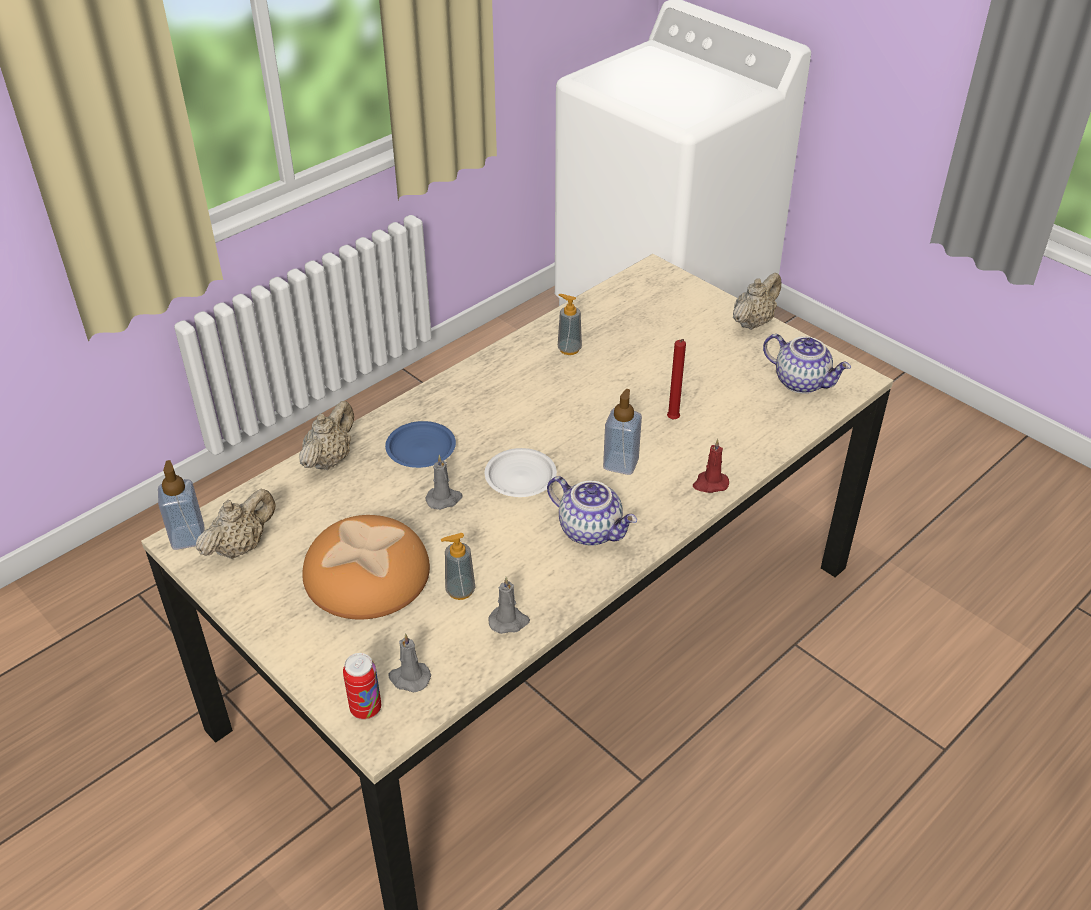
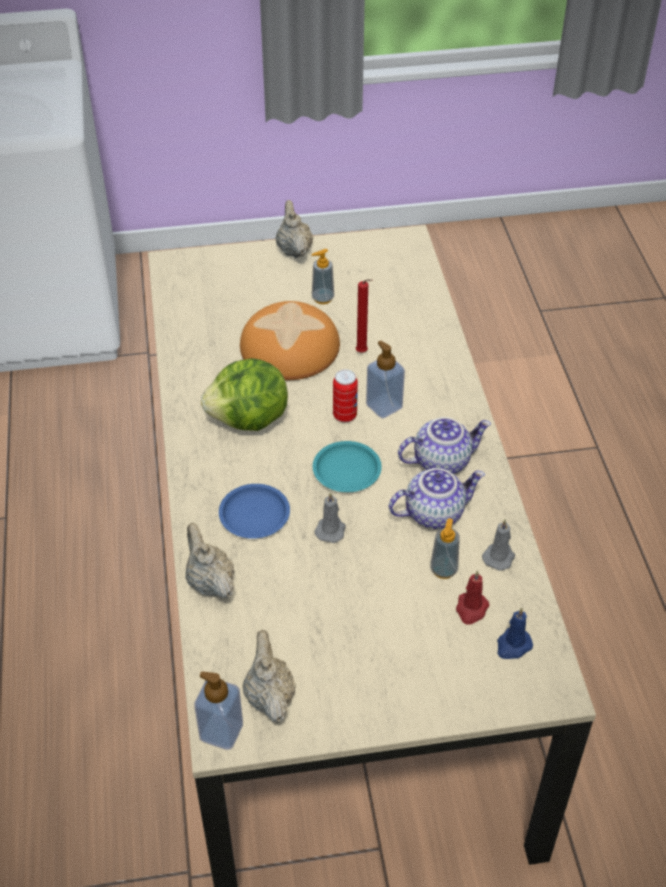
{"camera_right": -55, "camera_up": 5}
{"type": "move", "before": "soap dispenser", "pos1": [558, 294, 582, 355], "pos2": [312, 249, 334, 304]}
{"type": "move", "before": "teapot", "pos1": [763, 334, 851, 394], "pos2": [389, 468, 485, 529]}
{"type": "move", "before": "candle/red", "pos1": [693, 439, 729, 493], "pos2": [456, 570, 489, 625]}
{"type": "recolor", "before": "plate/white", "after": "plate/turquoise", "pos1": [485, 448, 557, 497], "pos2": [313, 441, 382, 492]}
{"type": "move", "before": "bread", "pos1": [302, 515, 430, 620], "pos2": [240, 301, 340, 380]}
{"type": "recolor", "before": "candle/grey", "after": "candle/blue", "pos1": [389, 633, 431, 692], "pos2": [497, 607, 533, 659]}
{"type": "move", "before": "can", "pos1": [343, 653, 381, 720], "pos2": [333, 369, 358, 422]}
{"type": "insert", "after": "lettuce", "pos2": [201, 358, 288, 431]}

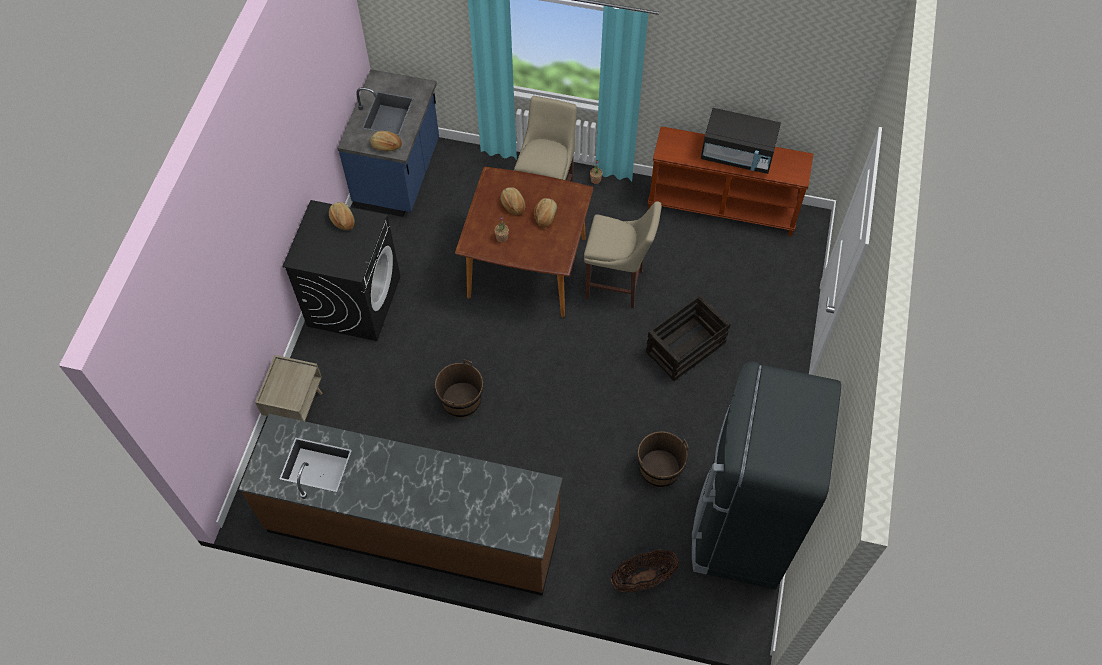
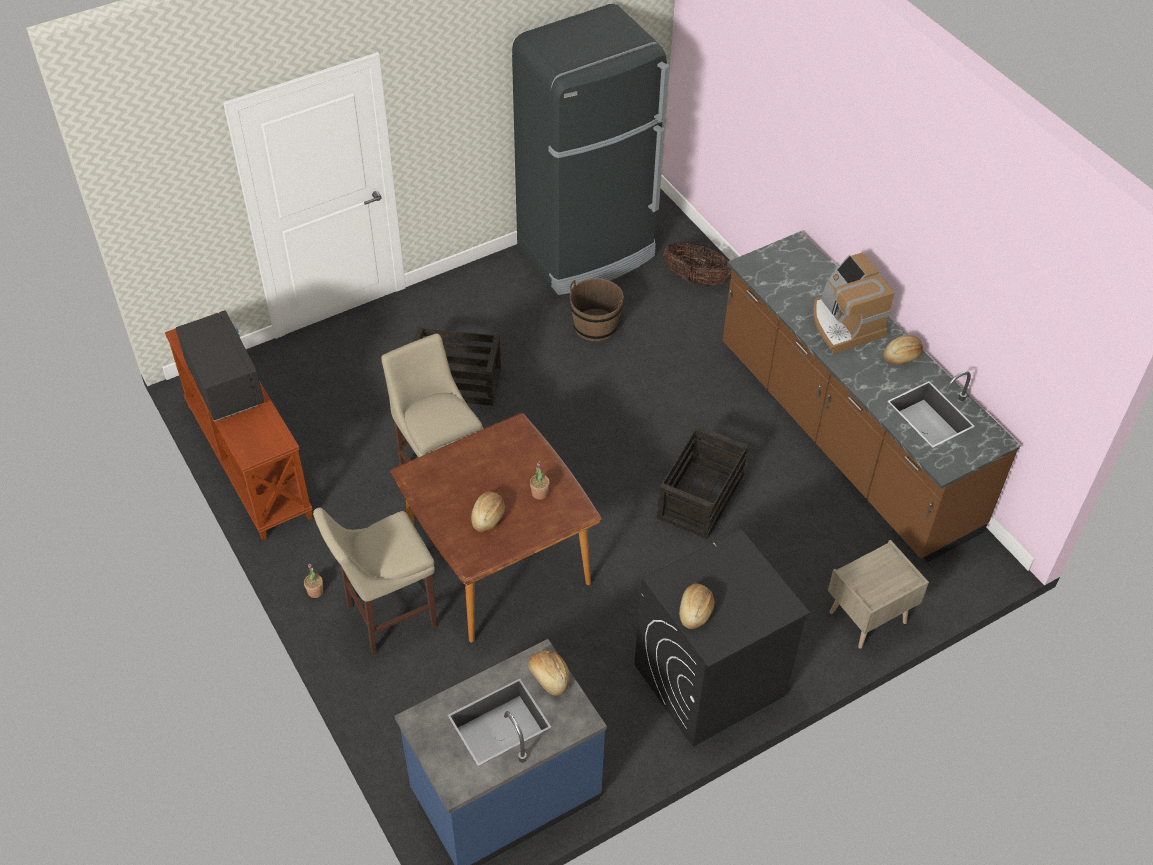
{"camera_right": -135, "camera_up": -10}
{"type": "move", "before": "bread", "pos1": [534, 198, 557, 228], "pos2": [883, 335, 923, 365]}
{"type": "replace", "before": "bucket/brown", "after": "crate", "pos1": [435, 360, 483, 418], "pos2": [657, 426, 748, 540]}
{"type": "insert", "after": "coffee machine", "pos2": [813, 252, 894, 354]}

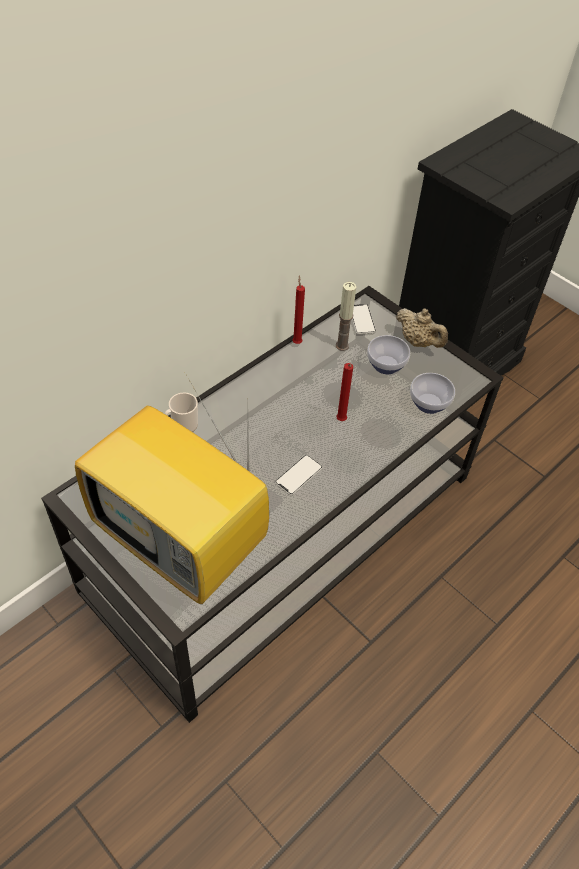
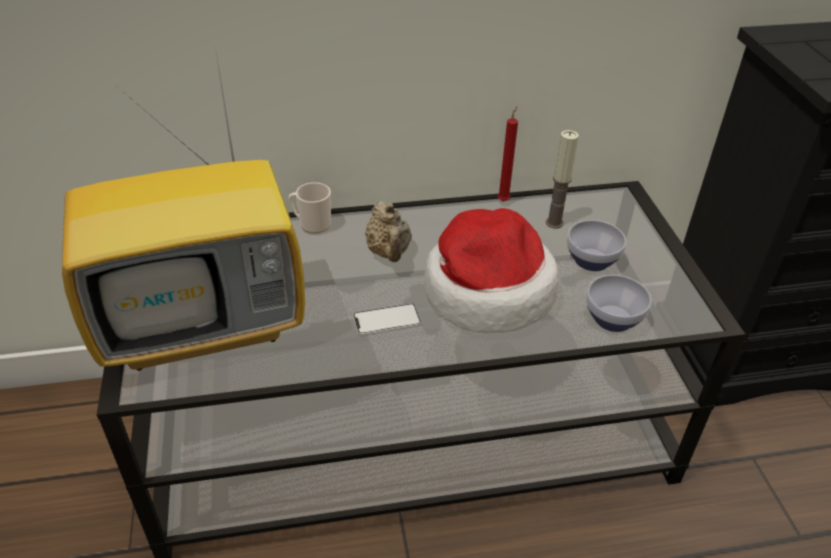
{"camera_right": 35, "camera_up": -10}
{"type": "delete", "before": "phone", "pos1": [352, 304, 376, 334]}
{"type": "move", "before": "teapot/beige", "pos1": [396, 308, 448, 348], "pos2": [365, 201, 412, 262]}
{"type": "replace", "before": "candle/red", "after": "hat", "pos1": [336, 363, 353, 421], "pos2": [424, 208, 559, 333]}
{"type": "rotate", "before": "television", "pos1": [75, 373, 269, 604], "pos2": [62, 47, 305, 371], "turn": -90}

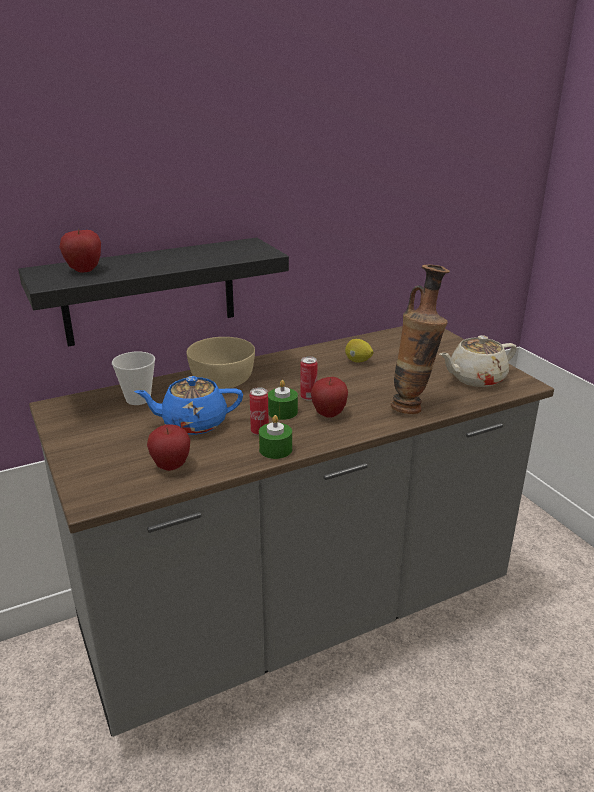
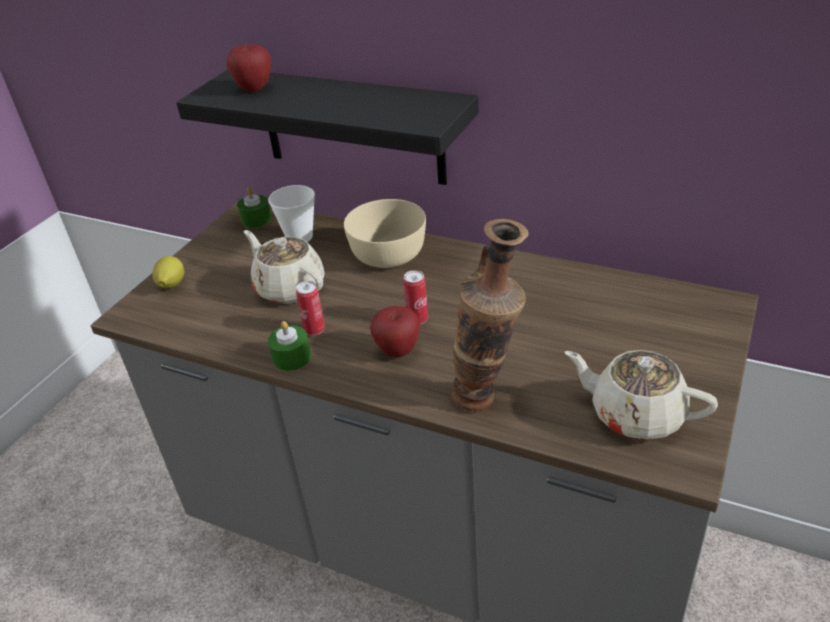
{"camera_right": 55, "camera_up": 10}
{"type": "move", "before": "lemon", "pos1": [345, 339, 373, 363], "pos2": [152, 256, 184, 289]}
{"type": "recolor", "before": "teapot/blue", "after": "teapot/beige", "pos1": [134, 376, 243, 435], "pos2": [244, 230, 325, 304]}
{"type": "move", "before": "candle/green", "pos1": [268, 380, 298, 420], "pos2": [237, 188, 271, 228]}
{"type": "delete", "before": "apple", "pos1": [147, 425, 190, 471]}

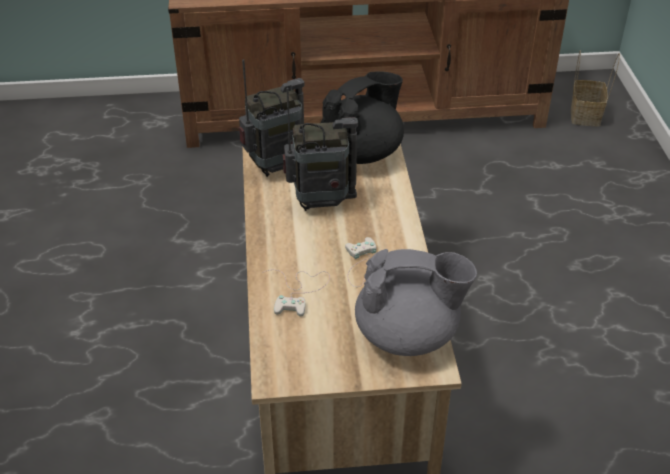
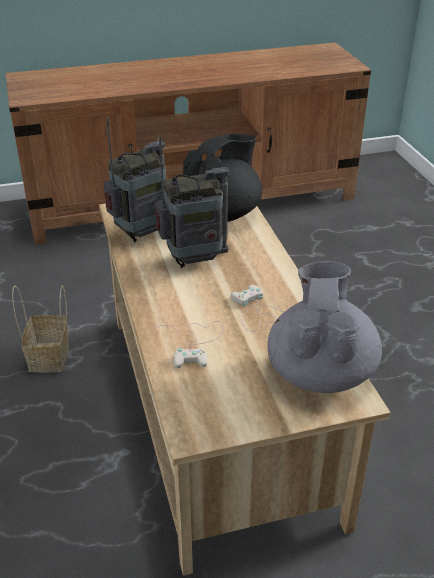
{"camera_right": -10, "camera_up": -5}
{"type": "move", "before": "basket", "pos1": [571, 50, 620, 127], "pos2": [12, 285, 69, 373]}
{"type": "rotate", "before": "teapot/grey", "pos1": [355, 249, 477, 356], "pos2": [267, 261, 382, 393], "turn": -75}

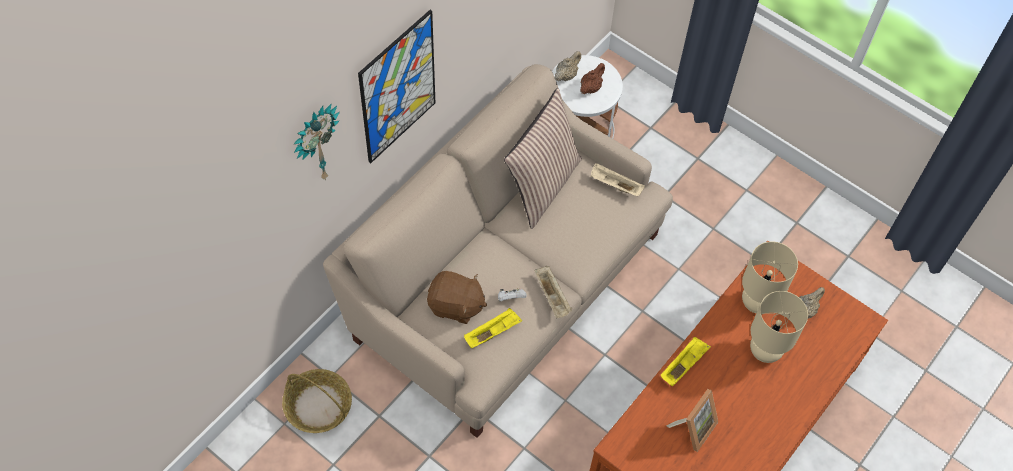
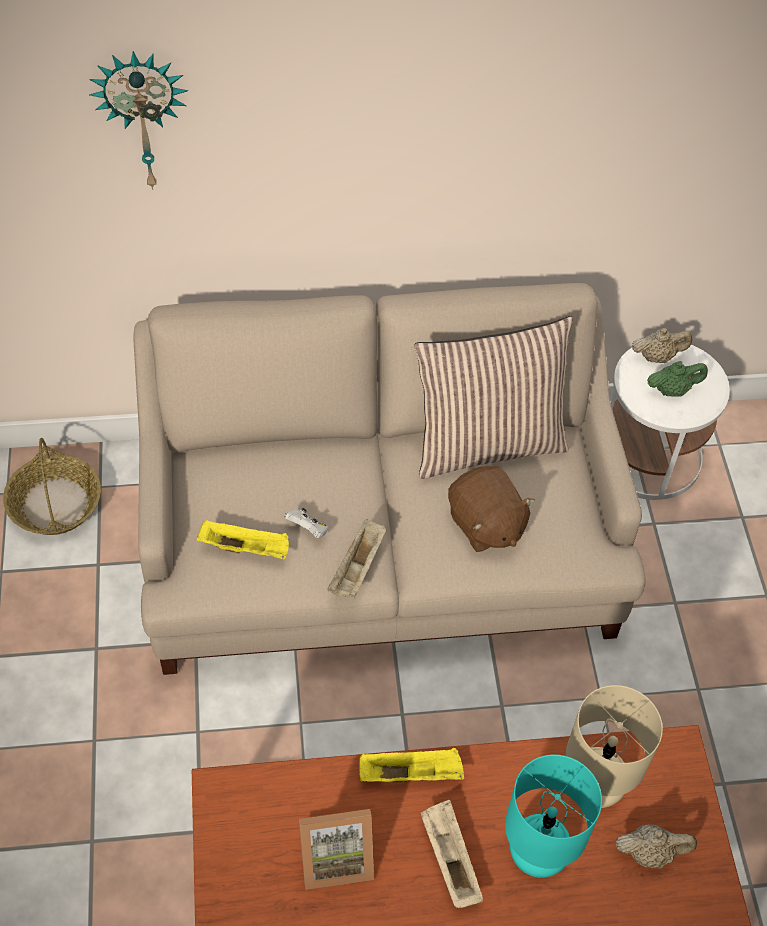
{"camera_right": 45, "camera_up": -5}
{"type": "delete", "before": "picture", "pos1": [358, 10, 435, 164]}
{"type": "recolor", "before": "teapot/brown", "after": "teapot/green", "pos1": [580, 63, 605, 94], "pos2": [647, 361, 708, 397]}
{"type": "move", "before": "tray/beige", "pos1": [590, 163, 645, 196], "pos2": [421, 800, 483, 908]}
{"type": "move", "before": "plush toy/brown", "pos1": [427, 271, 487, 324], "pos2": [448, 466, 535, 552]}
{"type": "recolor", "before": "table lamp/beige", "after": "table lamp/turquoise", "pos1": [750, 291, 808, 363], "pos2": [505, 755, 602, 878]}

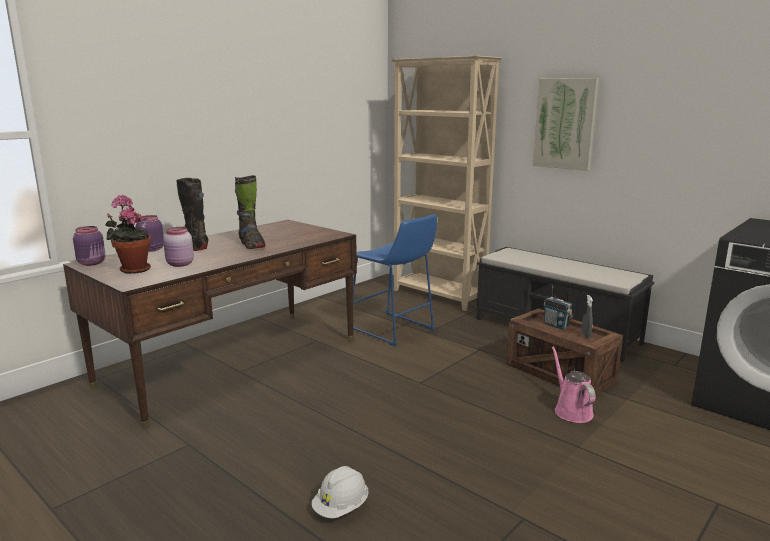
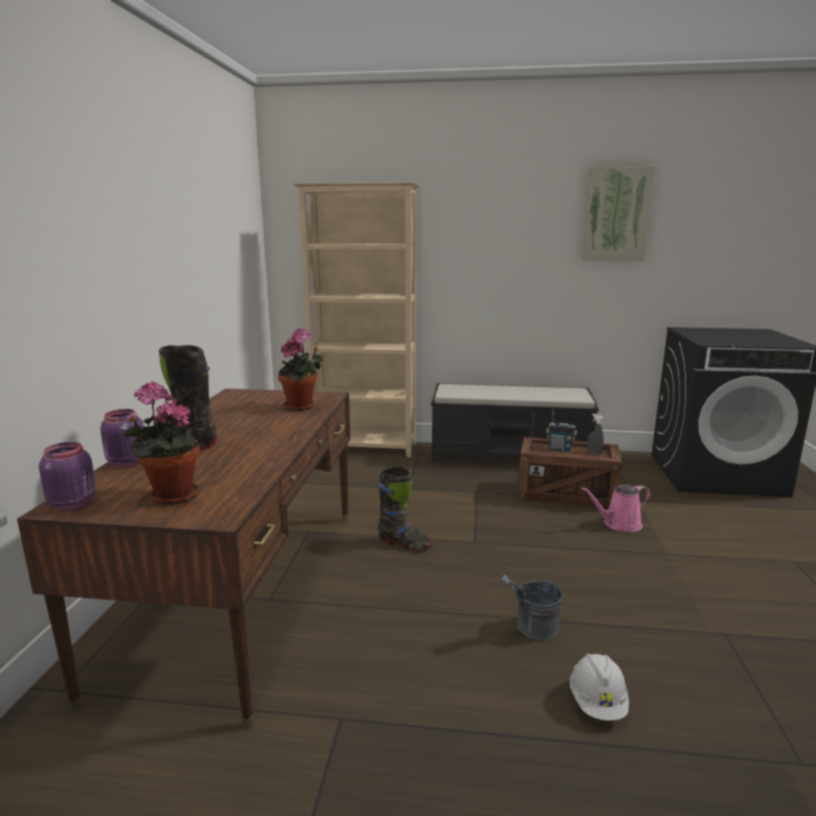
{"camera_right": -35, "camera_up": 0}
{"type": "move", "before": "picture", "pos1": [533, 78, 599, 171], "pos2": [581, 166, 655, 261]}
{"type": "move", "before": "boot/black", "pos1": [235, 175, 265, 249], "pos2": [378, 466, 433, 551]}
{"type": "delete", "before": "stool/blue", "pos1": [353, 214, 437, 346]}
{"type": "delete", "before": "jar/pink", "pos1": [163, 227, 194, 267]}
{"type": "rotate", "before": "watering can/pink", "pos1": [552, 346, 596, 423], "pos2": [581, 484, 651, 532], "turn": -60}
{"type": "insert", "after": "potted plant", "pos2": [278, 328, 323, 411]}
{"type": "insert", "after": "bucket/grey", "pos2": [501, 575, 563, 640]}

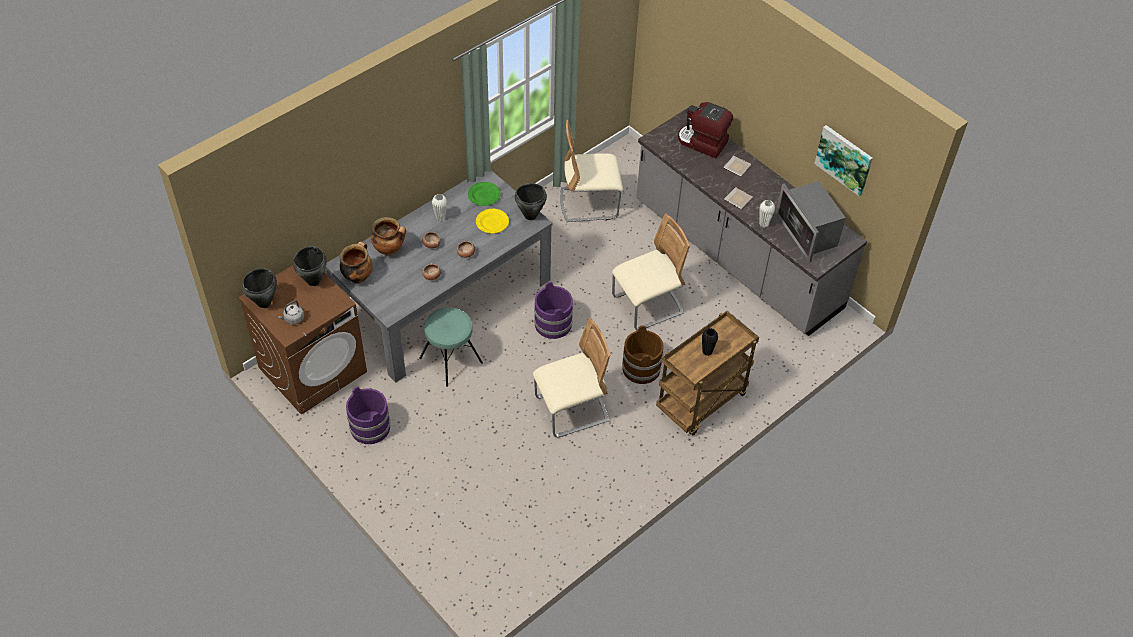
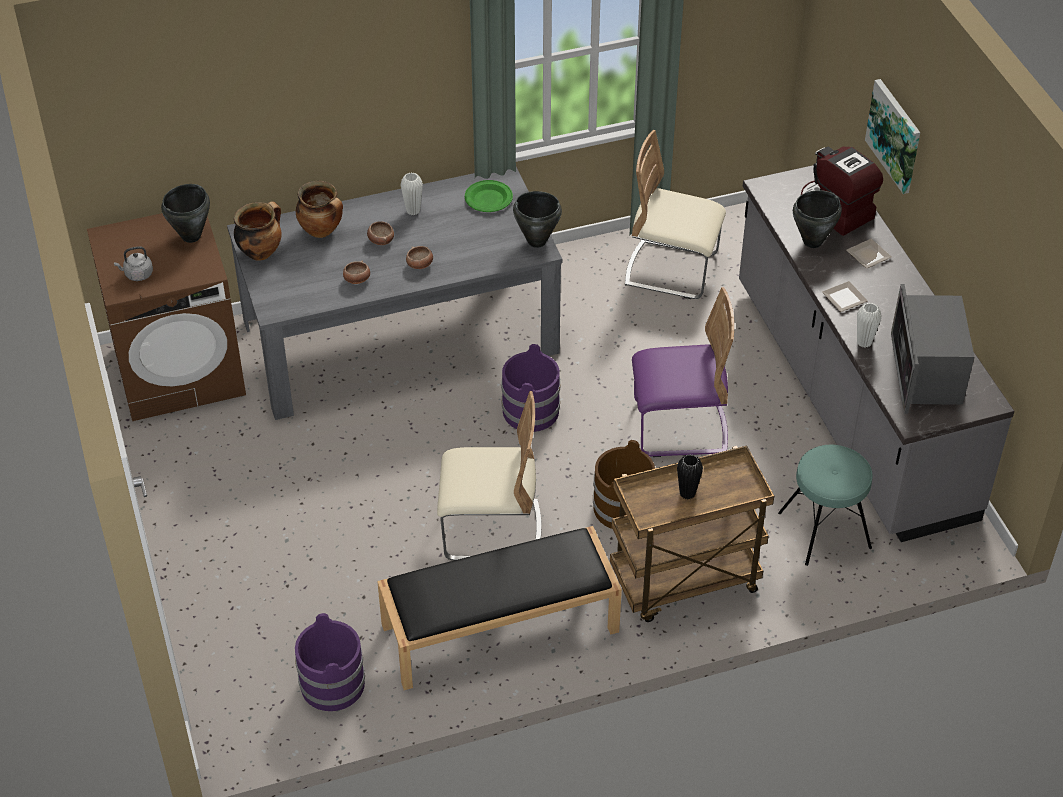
{"camera_right": 25, "camera_up": -5}
{"type": "move", "before": "picture", "pos1": [814, 125, 873, 197], "pos2": [865, 79, 920, 194]}
{"type": "delete", "before": "plate/yellow", "pos1": [476, 209, 509, 234]}
{"type": "recolor", "before": "chair/beige", "after": "chair/purple", "pos1": [612, 214, 690, 330], "pos2": [632, 287, 734, 457]}
{"type": "move", "before": "cooking pot/black", "pos1": [242, 268, 277, 308], "pos2": [793, 190, 842, 248]}
{"type": "move", "before": "stool/turquoise", "pos1": [419, 308, 483, 387], "pos2": [778, 445, 873, 566]}
{"type": "move", "before": "bucket/purple", "pos1": [346, 387, 390, 444], "pos2": [295, 613, 365, 711]}
{"type": "insert", "after": "bench/black", "pos2": [377, 526, 622, 690]}

